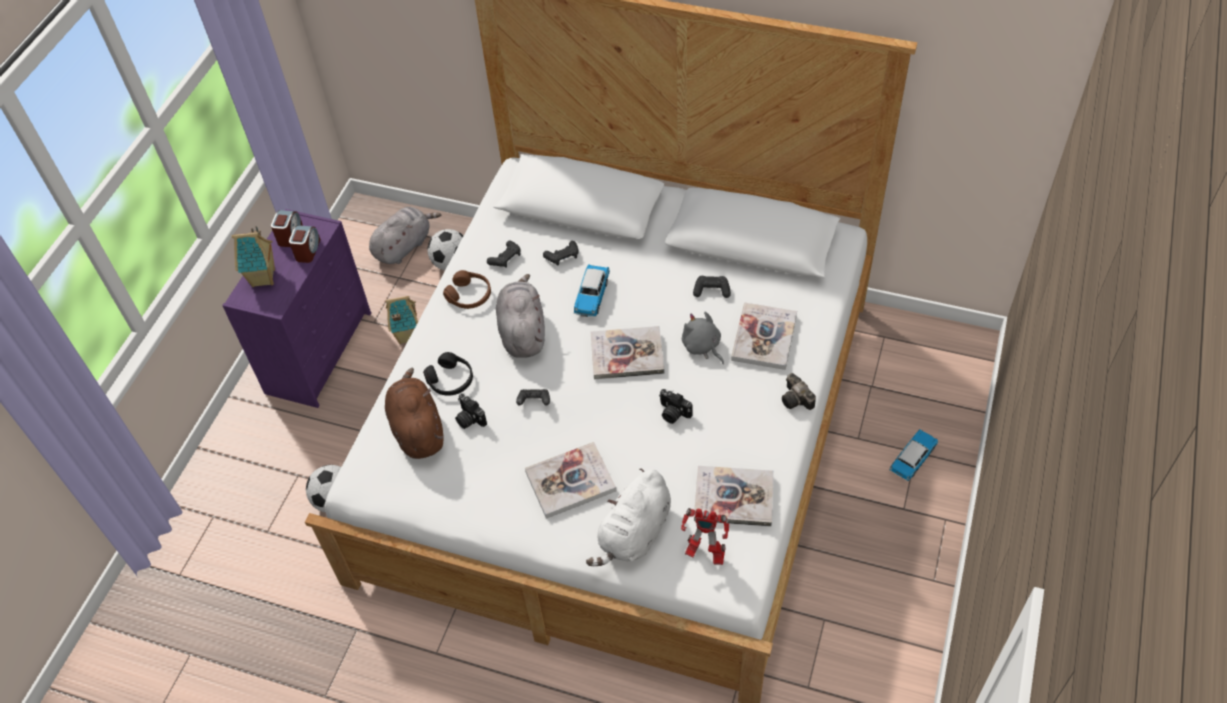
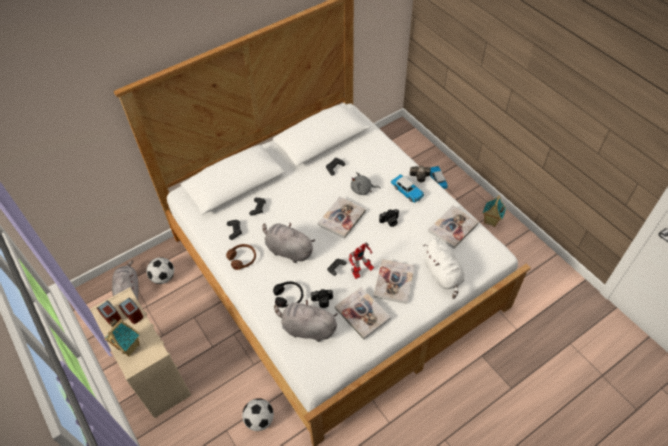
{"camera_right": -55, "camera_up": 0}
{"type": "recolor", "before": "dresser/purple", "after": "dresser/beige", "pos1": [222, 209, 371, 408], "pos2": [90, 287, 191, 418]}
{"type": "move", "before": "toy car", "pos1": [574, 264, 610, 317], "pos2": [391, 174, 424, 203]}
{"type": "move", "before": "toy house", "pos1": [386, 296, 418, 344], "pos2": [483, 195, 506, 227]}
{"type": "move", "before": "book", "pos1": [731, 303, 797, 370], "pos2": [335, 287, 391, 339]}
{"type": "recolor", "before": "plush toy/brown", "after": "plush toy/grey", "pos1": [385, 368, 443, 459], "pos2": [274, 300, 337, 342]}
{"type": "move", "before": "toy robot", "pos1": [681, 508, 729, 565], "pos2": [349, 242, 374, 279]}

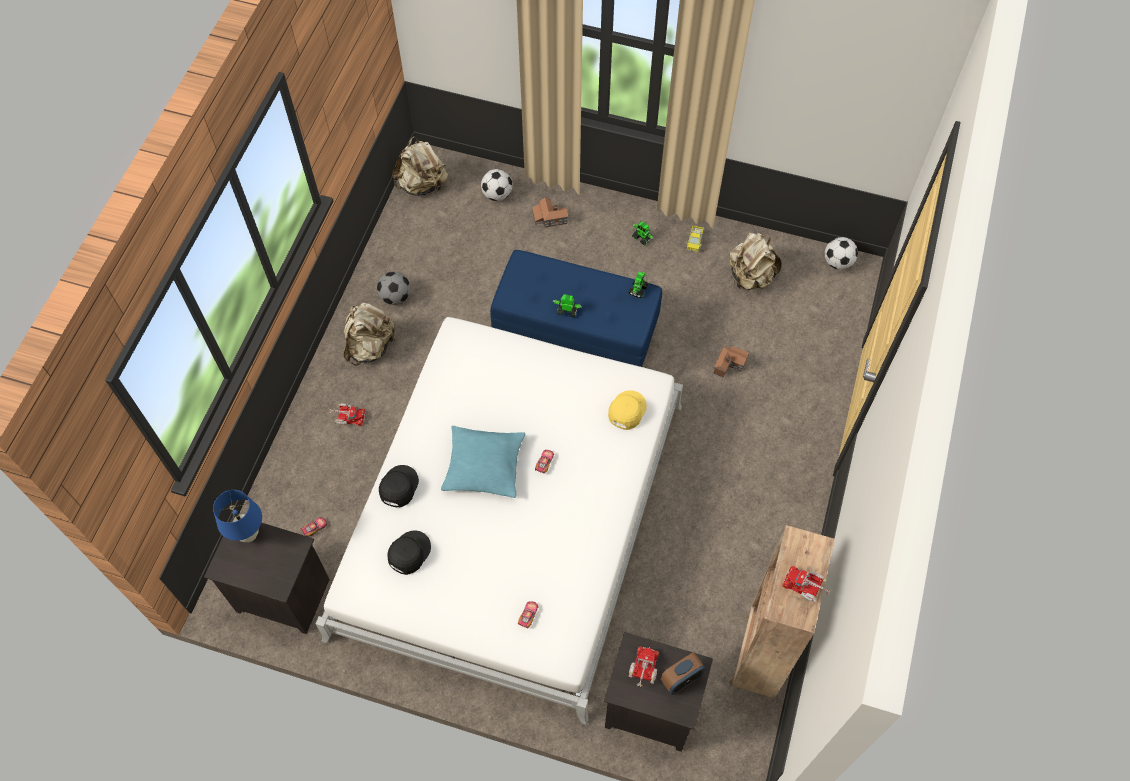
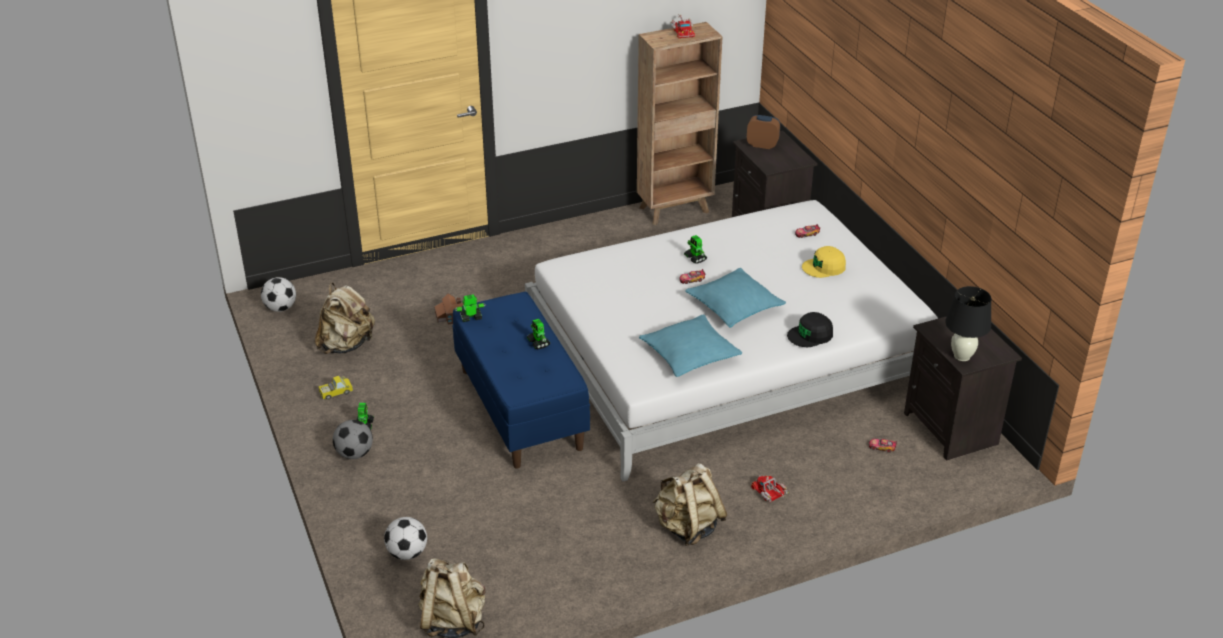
{"camera_right": -130, "camera_up": -25}
{"type": "delete", "before": "toy house", "pos1": [532, 197, 568, 228]}
{"type": "move", "before": "football", "pos1": [377, 272, 410, 305], "pos2": [333, 420, 373, 459]}
{"type": "move", "before": "cap/yellow", "pos1": [608, 390, 647, 430], "pos2": [802, 246, 846, 278]}
{"type": "recolor", "before": "table lamp/blue", "after": "table lamp/black", "pos1": [213, 490, 262, 542], "pos2": [945, 286, 992, 361]}
{"type": "delete", "before": "cap/black", "pos1": [387, 530, 431, 575]}
{"type": "delete", "before": "toy truck", "pos1": [628, 647, 659, 688]}
{"type": "insert", "after": "toy robot", "pos2": [684, 235, 707, 264]}
{"type": "insert", "after": "pillow/turquoise", "pos2": [639, 314, 742, 377]}

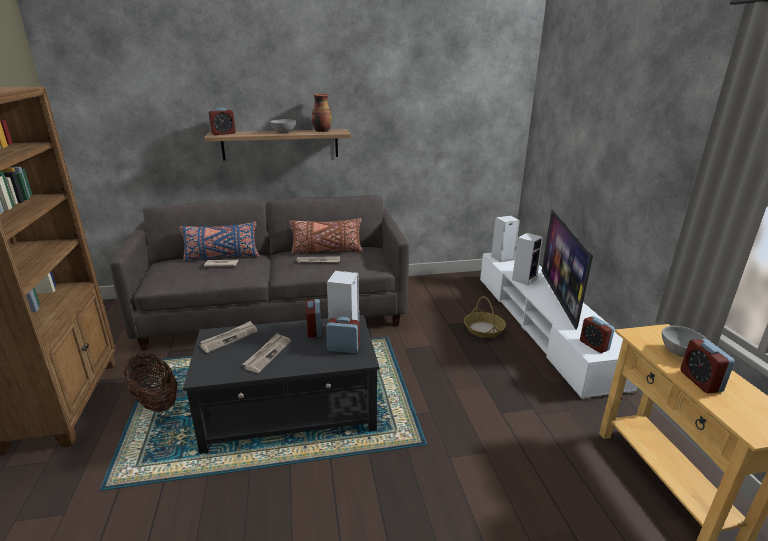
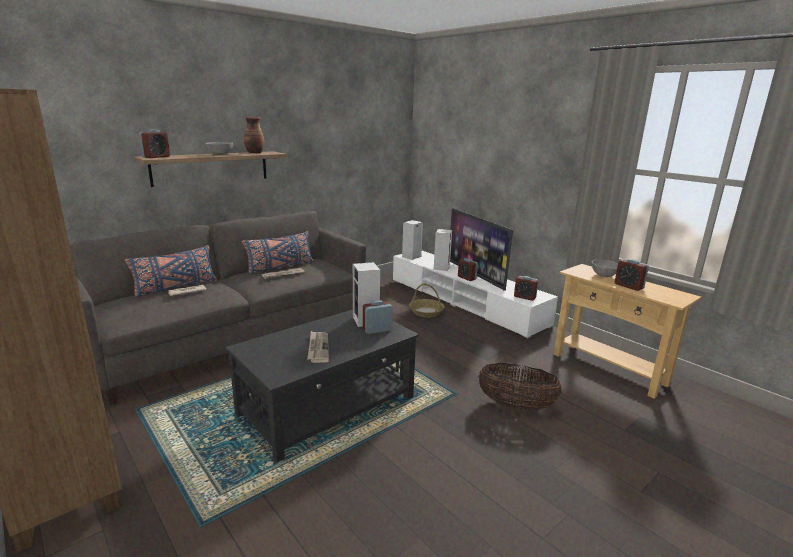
{"camera_right": -30, "camera_up": -5}
{"type": "recolor", "before": "pillow/brown", "after": "pillow/blue", "pos1": [289, 218, 363, 254], "pos2": [242, 231, 314, 274]}
{"type": "move", "before": "alarm clock", "pos1": [306, 299, 322, 338], "pos2": [458, 258, 478, 281]}
{"type": "delete", "before": "newspaper", "pos1": [199, 321, 258, 353]}
{"type": "move", "before": "basket", "pos1": [124, 353, 177, 413], "pos2": [478, 363, 562, 410]}

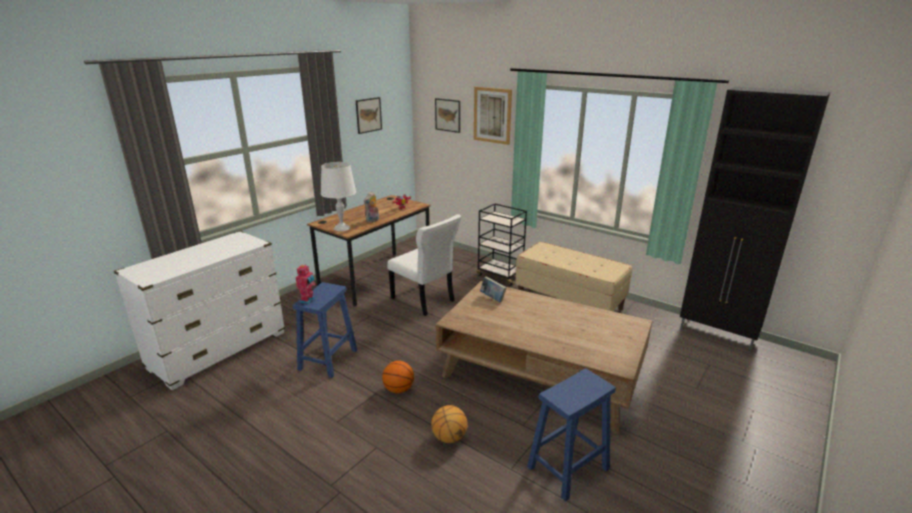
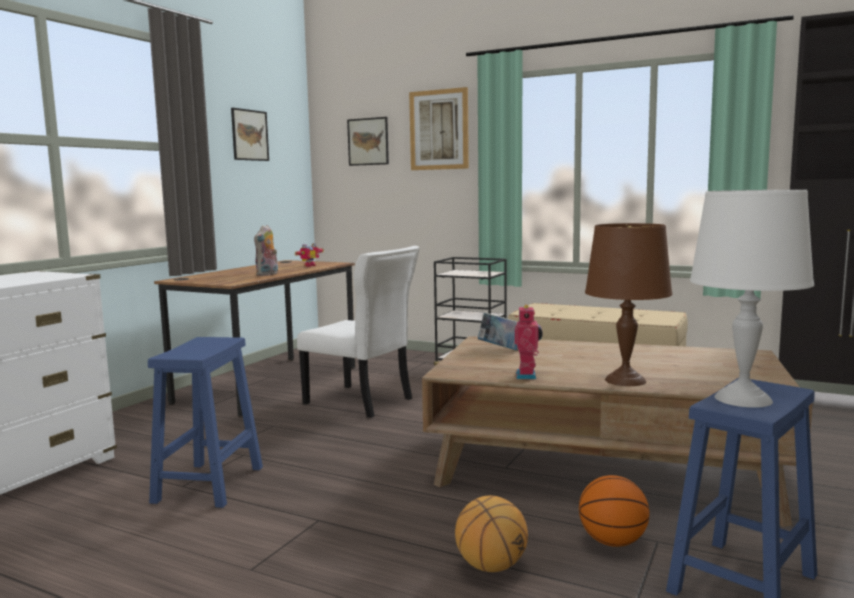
{"camera_right": -10, "camera_up": -15}
{"type": "move", "before": "table lamp/white", "pos1": [321, 162, 356, 231], "pos2": [690, 190, 814, 408]}
{"type": "move", "before": "toy robot", "pos1": [296, 265, 316, 304], "pos2": [515, 304, 543, 379]}
{"type": "move", "before": "basketball", "pos1": [382, 361, 414, 393], "pos2": [579, 475, 649, 547]}
{"type": "insert", "after": "table lamp/brown", "pos2": [585, 223, 672, 386]}

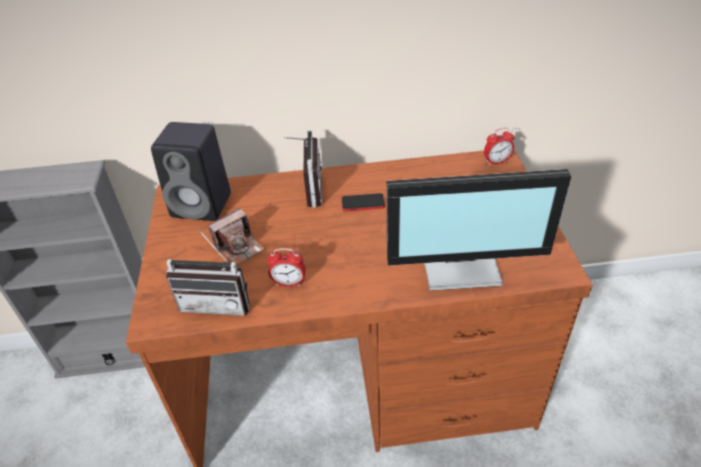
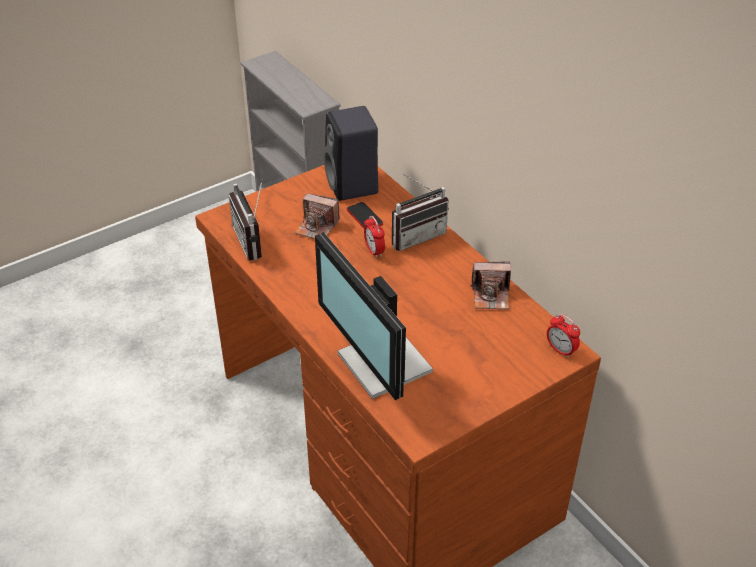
{"camera_right": 60, "camera_up": 0}
{"type": "move", "before": "phone", "pos1": [341, 193, 385, 211], "pos2": [347, 202, 383, 228]}
{"type": "move", "before": "alarm clock", "pos1": [267, 248, 306, 287], "pos2": [364, 216, 385, 258]}
{"type": "insert", "after": "photo camera", "pos2": [470, 261, 511, 309]}

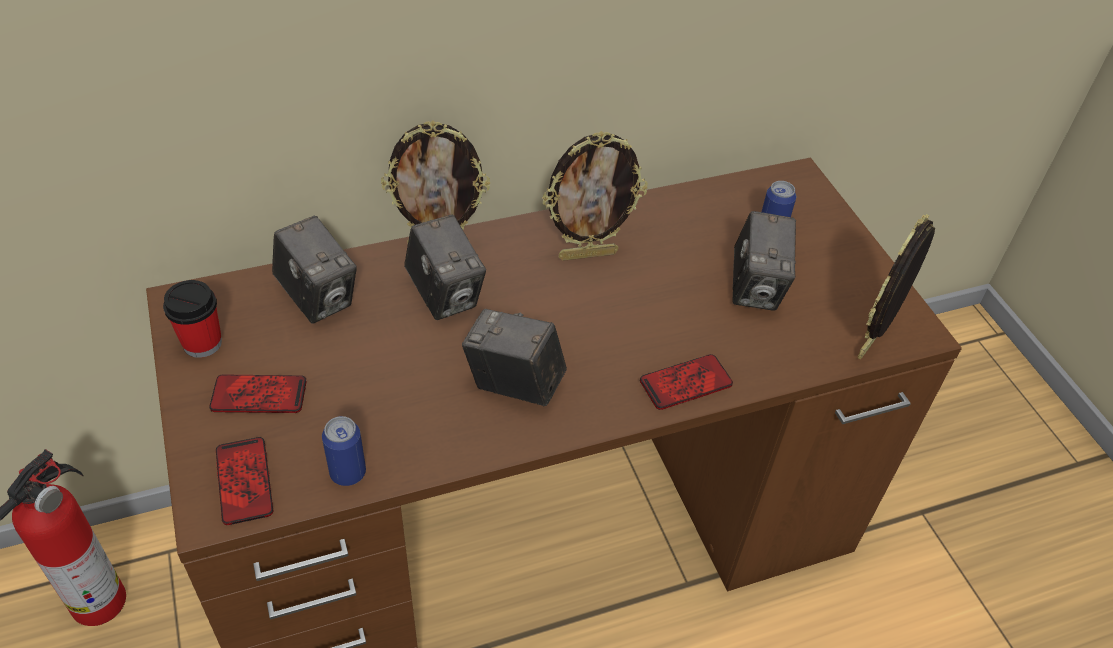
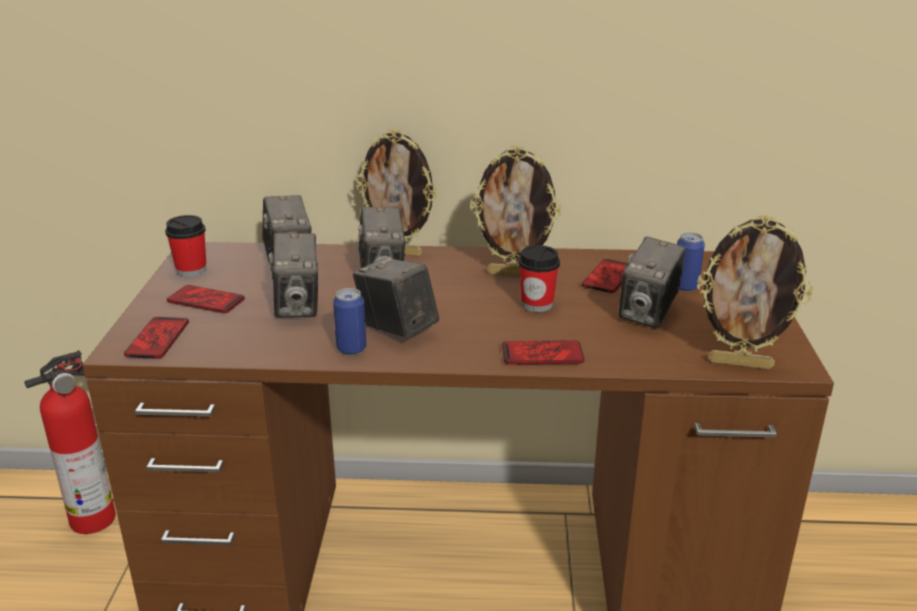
{"camera_right": 25, "camera_up": -20}
{"type": "rotate", "before": "picture frame", "pos1": [857, 214, 935, 359], "pos2": [697, 215, 813, 369], "turn": -135}
{"type": "move", "before": "can", "pos1": [322, 416, 366, 486], "pos2": [333, 288, 366, 355]}
{"type": "insert", "after": "photo camera", "pos2": [269, 233, 318, 318]}
{"type": "insert", "after": "cup", "pos2": [518, 245, 560, 312]}
{"type": "insert", "after": "phone", "pos2": [582, 259, 627, 293]}

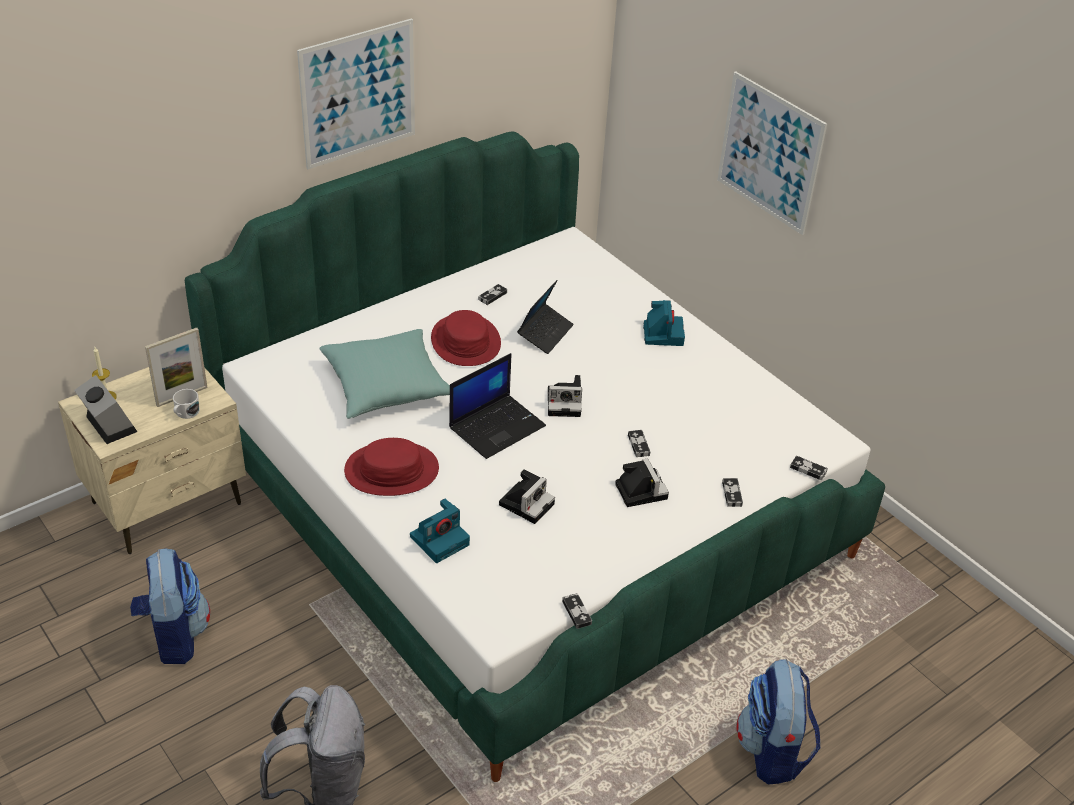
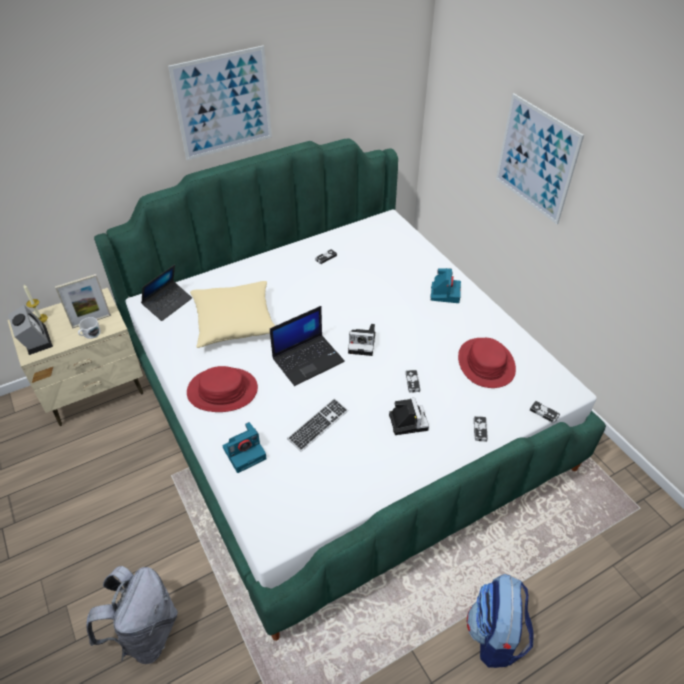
{"camera_right": 10, "camera_up": 5}
{"type": "move", "before": "laptop", "pos1": [517, 280, 574, 354], "pos2": [141, 265, 192, 321]}
{"type": "move", "before": "hat/red", "pos1": [431, 310, 501, 366], "pos2": [458, 338, 516, 388]}
{"type": "recolor", "before": "pillow/turquoise", "after": "pillow/beige", "pos1": [319, 329, 450, 419], "pos2": [190, 281, 276, 348]}
{"type": "replace", "before": "photo camera", "after": "keyboard", "pos1": [499, 470, 555, 524], "pos2": [287, 398, 348, 452]}
{"type": "delete", "before": "backpack", "pos1": [130, 548, 210, 664]}
{"type": "delete", "before": "game controller", "pos1": [562, 593, 592, 629]}

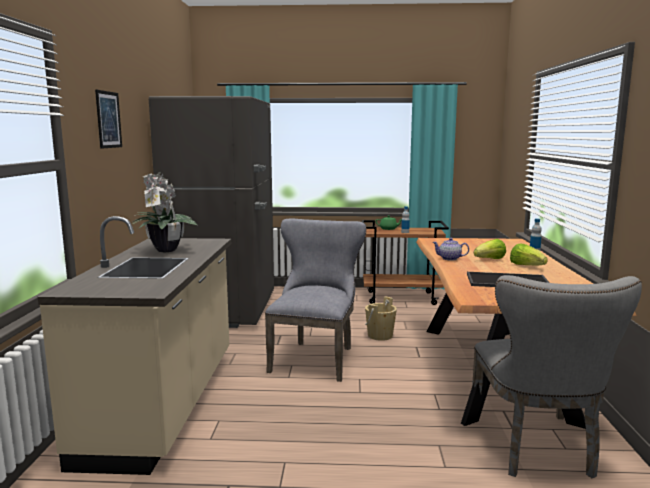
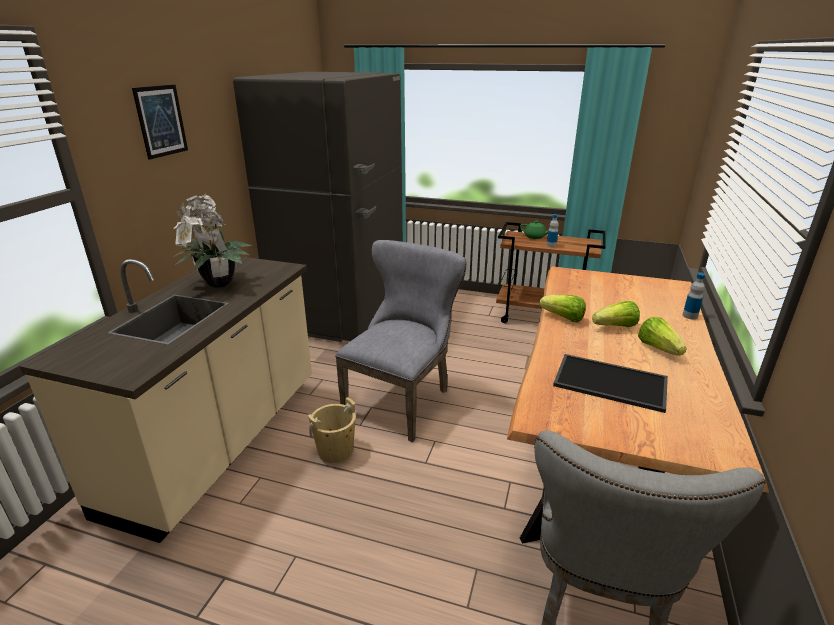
{"camera_right": 15, "camera_up": 15}
{"type": "replace", "before": "teapot", "after": "lettuce", "pos1": [432, 238, 469, 261], "pos2": [539, 295, 586, 323]}
{"type": "move", "before": "bucket/beige", "pos1": [365, 296, 397, 341], "pos2": [308, 397, 356, 463]}

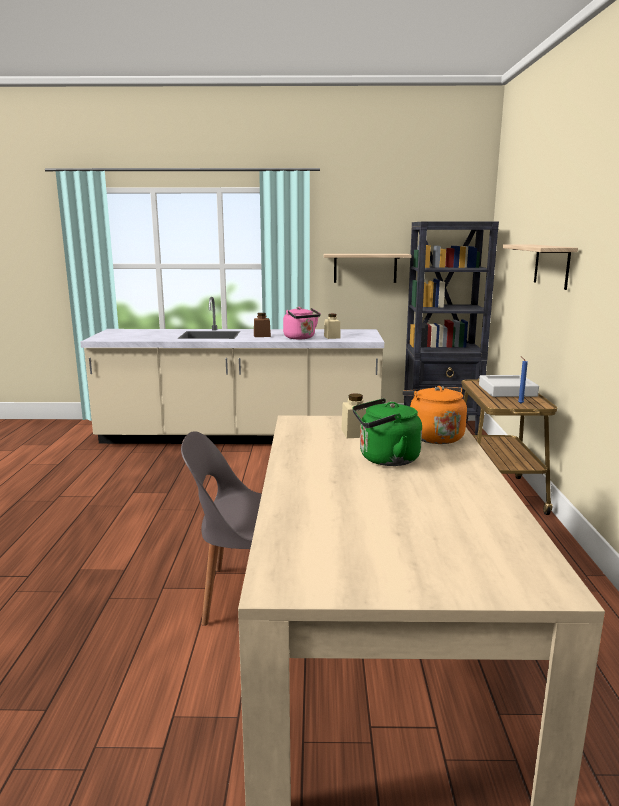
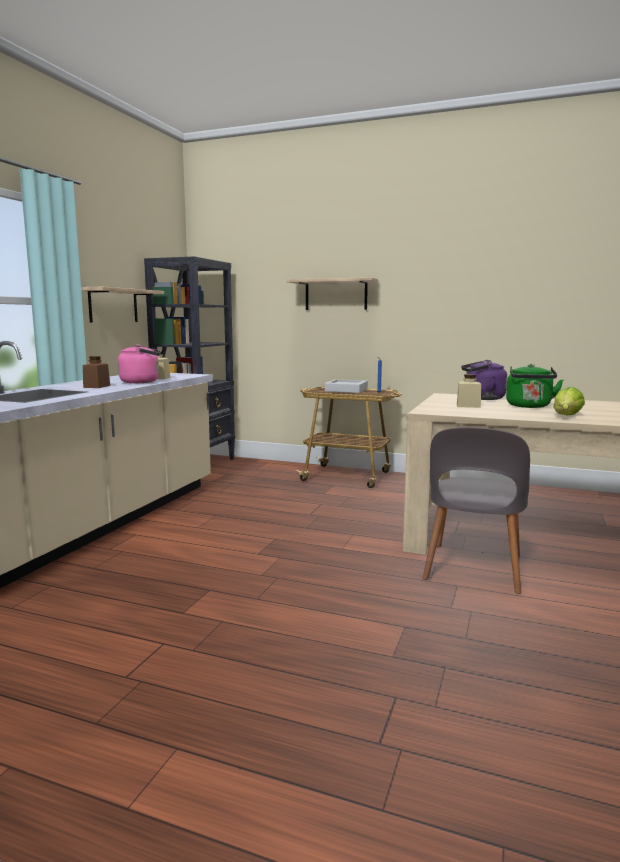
{"camera_right": -70, "camera_up": -5}
{"type": "recolor", "before": "kettle/orange", "after": "kettle/purple", "pos1": [403, 386, 467, 444], "pos2": [461, 360, 507, 400]}
{"type": "insert", "after": "lettuce", "pos2": [553, 387, 585, 415]}

